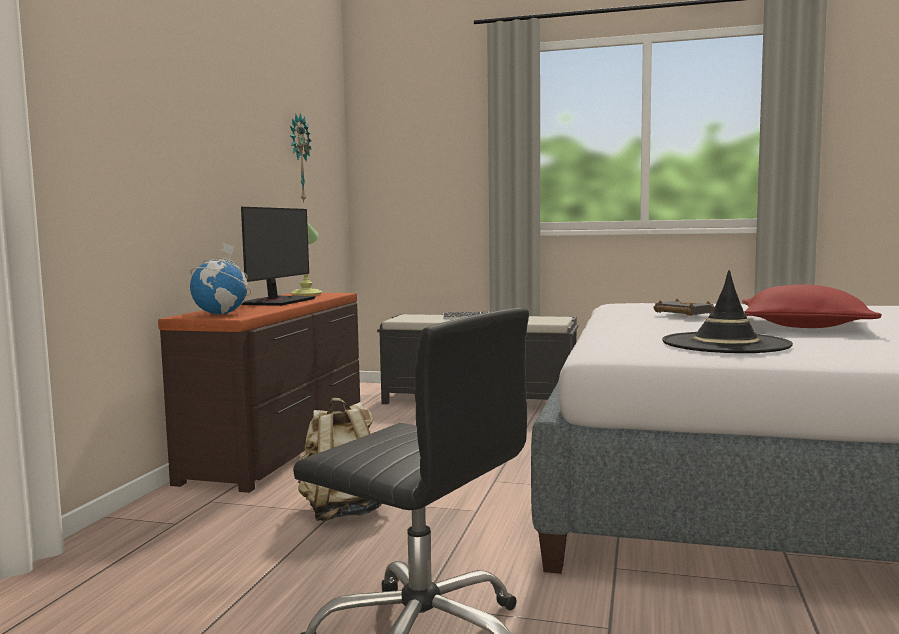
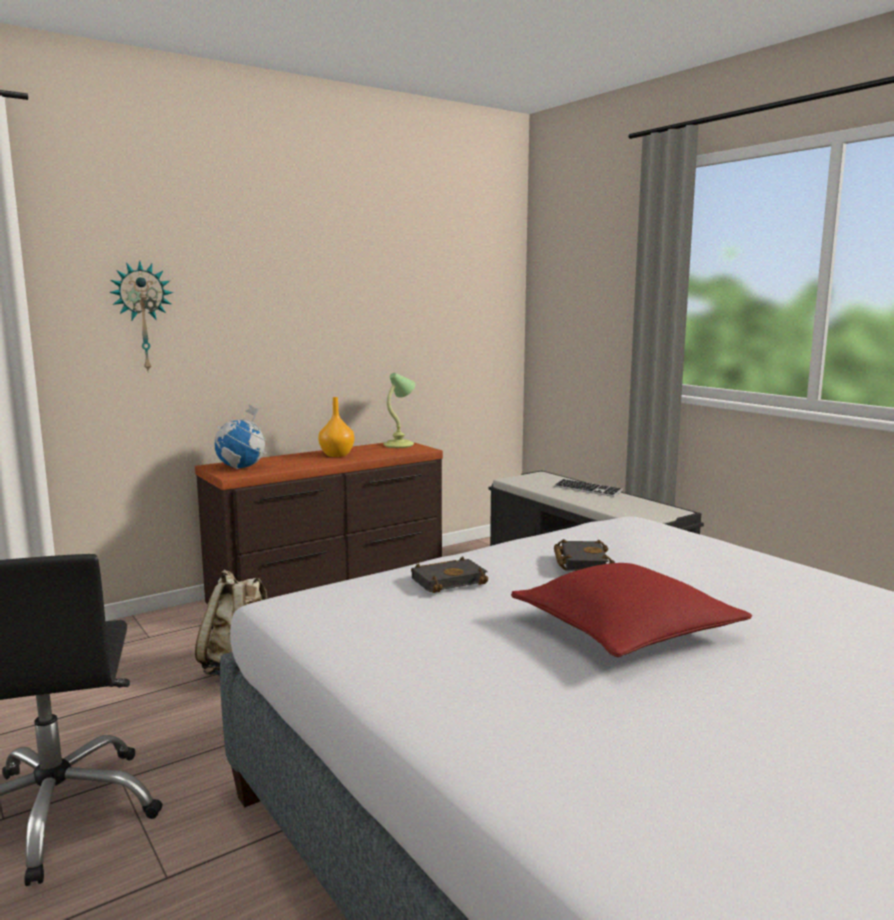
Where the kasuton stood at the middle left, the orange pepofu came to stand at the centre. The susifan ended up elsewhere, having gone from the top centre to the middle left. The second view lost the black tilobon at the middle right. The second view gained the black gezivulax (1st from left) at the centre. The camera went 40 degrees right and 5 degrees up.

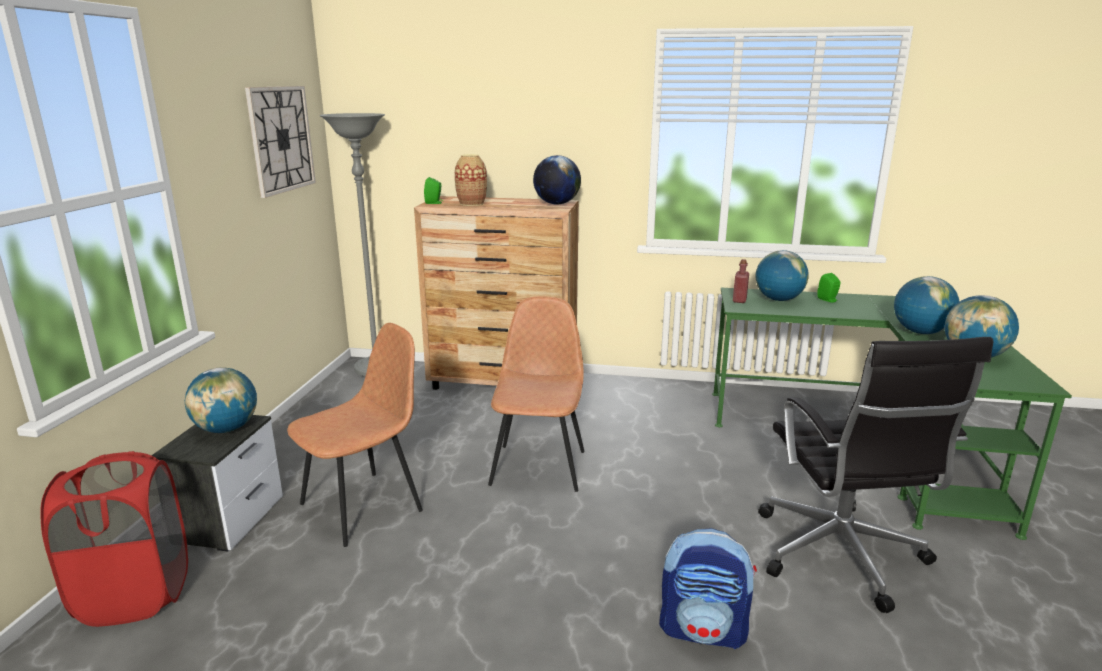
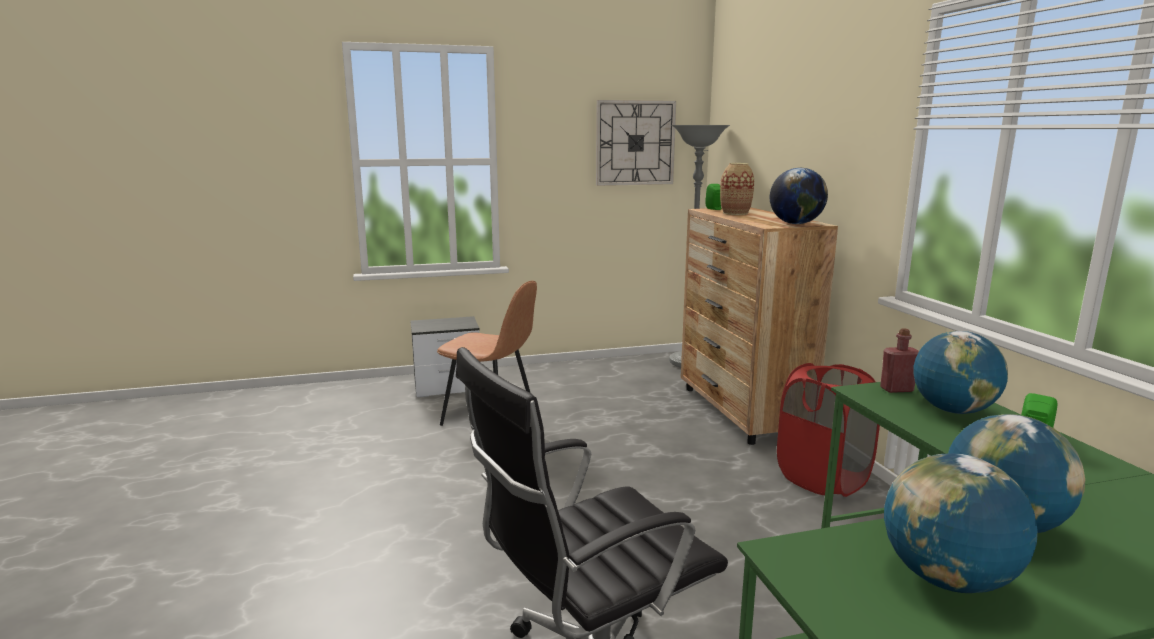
The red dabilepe ended up elsewhere, having gone from the bottom left to the bottom right. The second view lost the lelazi (1st from left) at the middle left. The second view lost the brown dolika (2nd from left) at the centre. The second view lost the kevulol at the bottom centre. The camera went 65 degrees right and 5 degrees down.

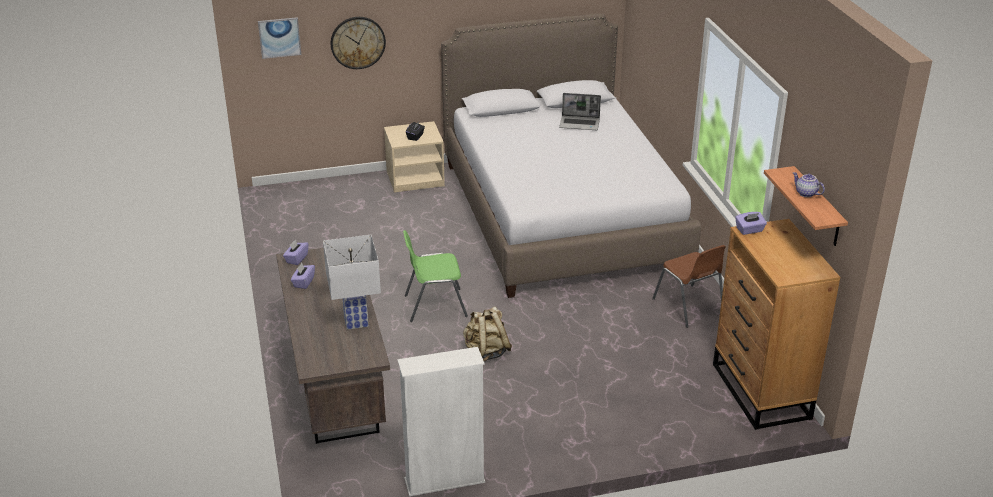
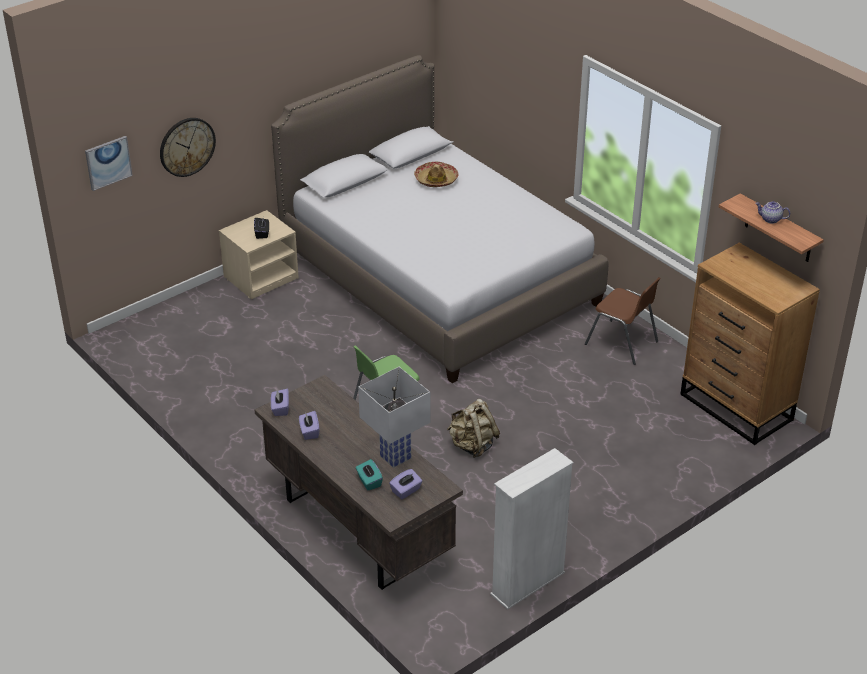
Where the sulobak stood at the top centre, the tilobon came to stand at the top centre. The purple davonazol (3rd from left) ended up elsewhere, having gone from the middle right to the bottom centre. The second view gained the turquoise davonazol at the bottom centre. The camera went 25 degrees left and 5 degrees up.

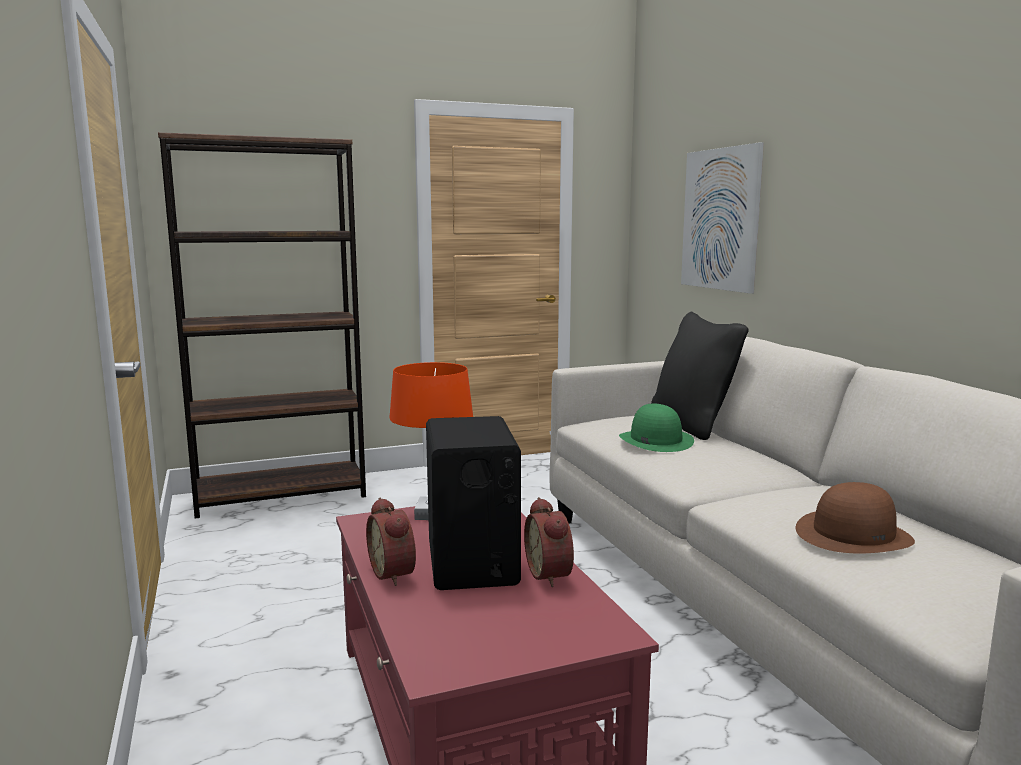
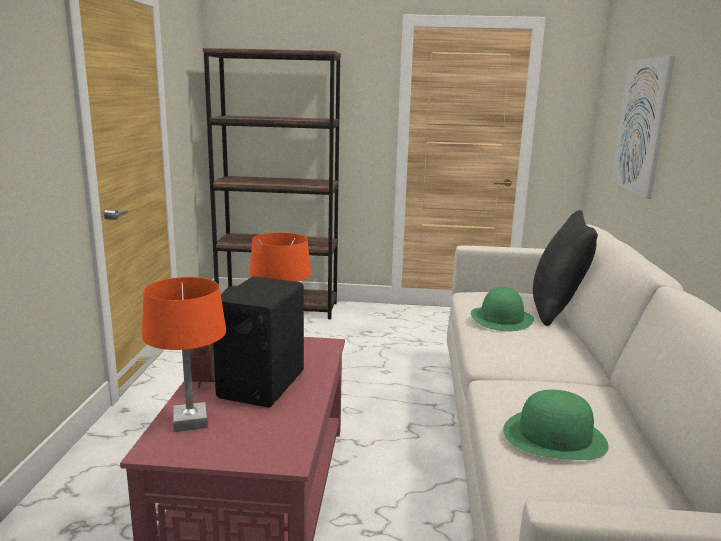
The second view lost the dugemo (2nd from left) at the bottom centre. What was the brown tilobon at the bottom right turned into the green tilobon (2nd from left) at the bottom right. The second view gained the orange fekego (1st from left) at the middle left. The camera went 25 degrees right and 5 degrees up.

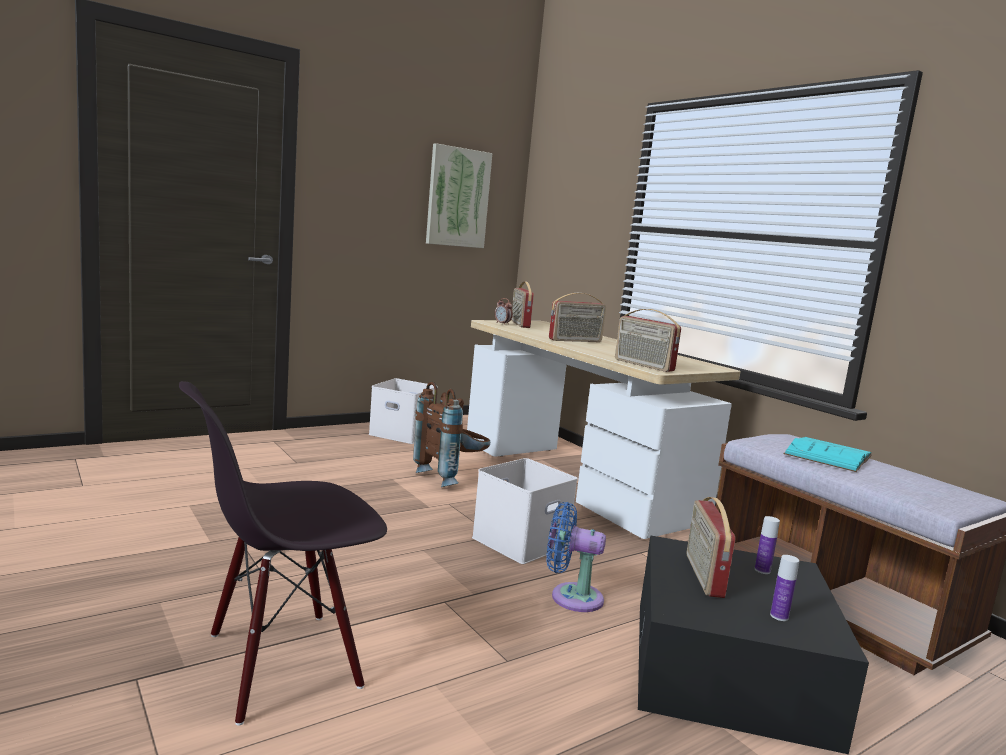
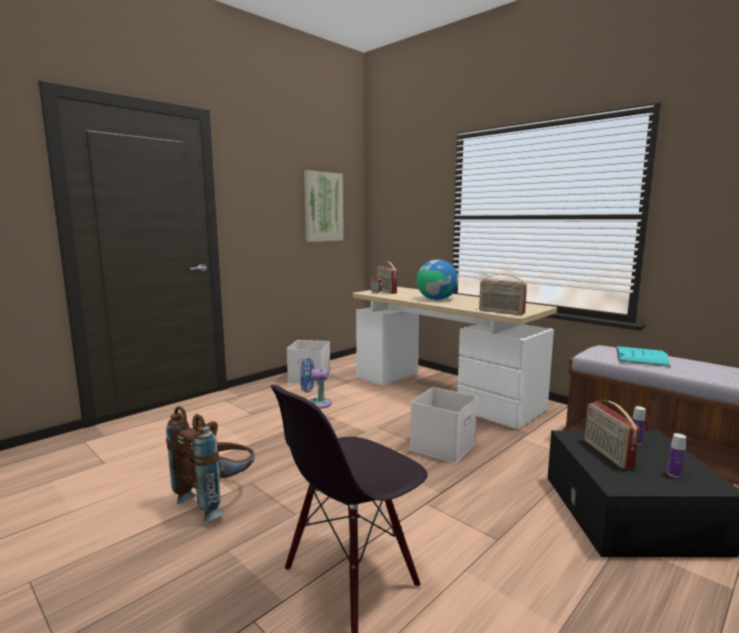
The brown kevulol ended up elsewhere, having gone from the centre to the bottom left. The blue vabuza ended up elsewhere, having gone from the bottom centre to the centre. Where the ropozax (2nd from left) stood at the centre, the lelazi came to stand at the centre. The camera went 10 degrees left and 0 degrees up.

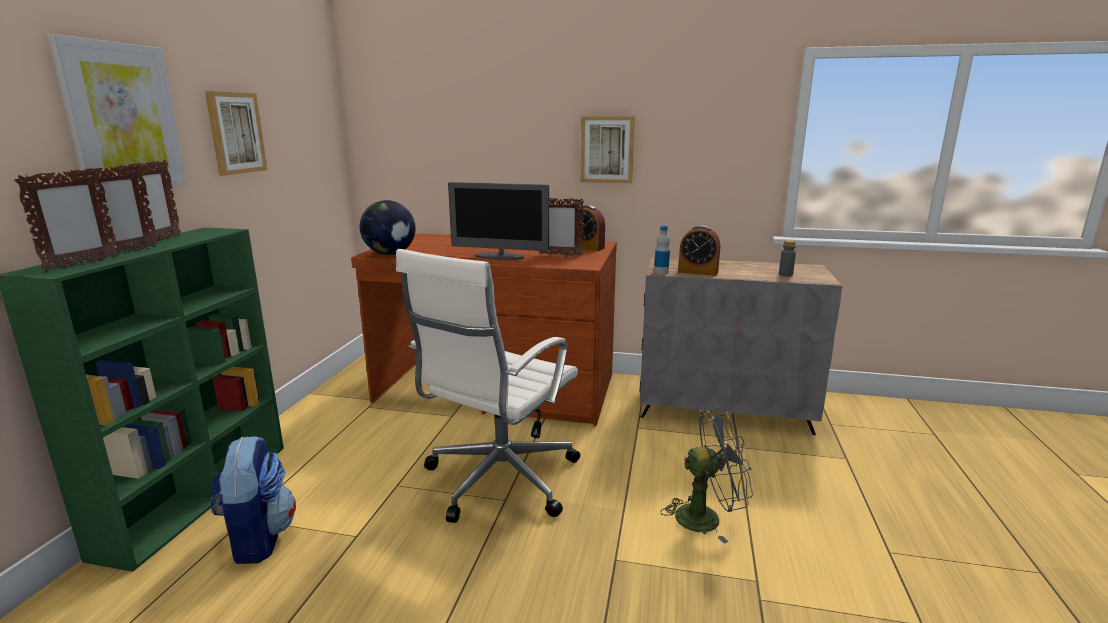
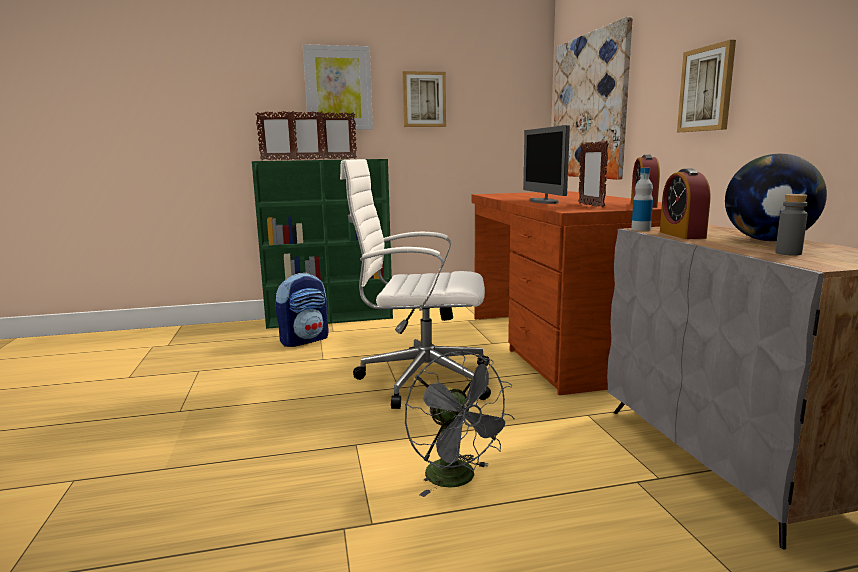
The lelazi ended up elsewhere, having gone from the centre to the middle right. The second view gained the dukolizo (3rd from left) at the top right. The camera went 65 degrees right and 5 degrees down.

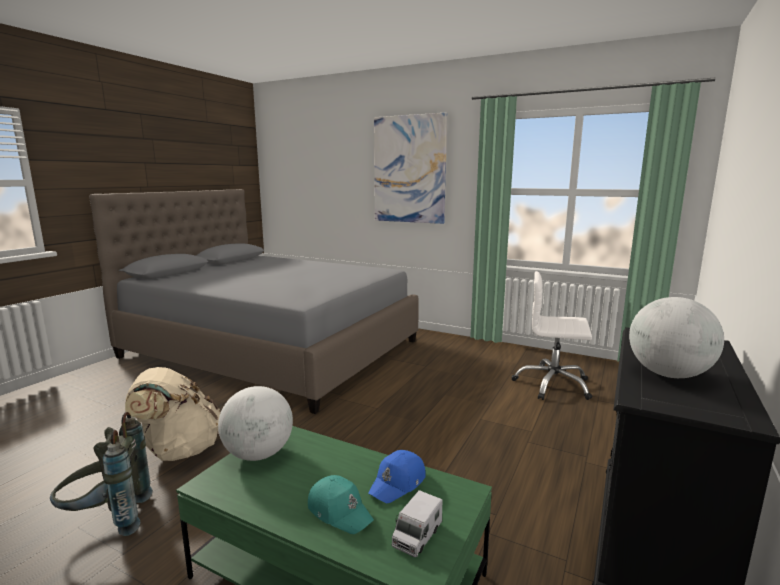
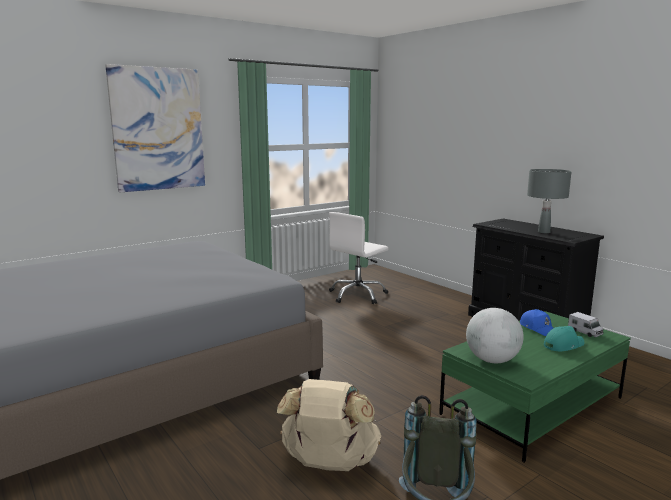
Where the lelazi (2nd from left) stood at the middle right, the grey fekego came to stand at the middle right. The camera went 65 degrees left and 0 degrees up.

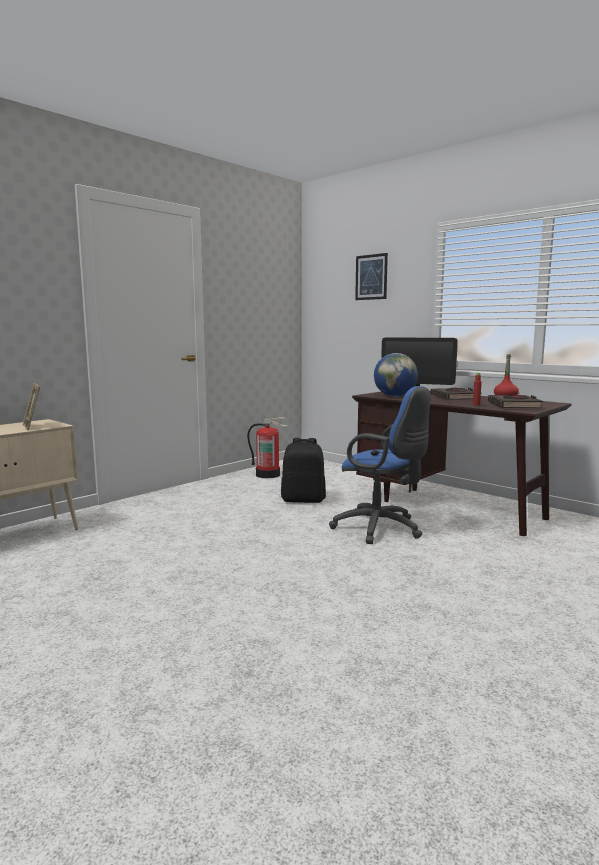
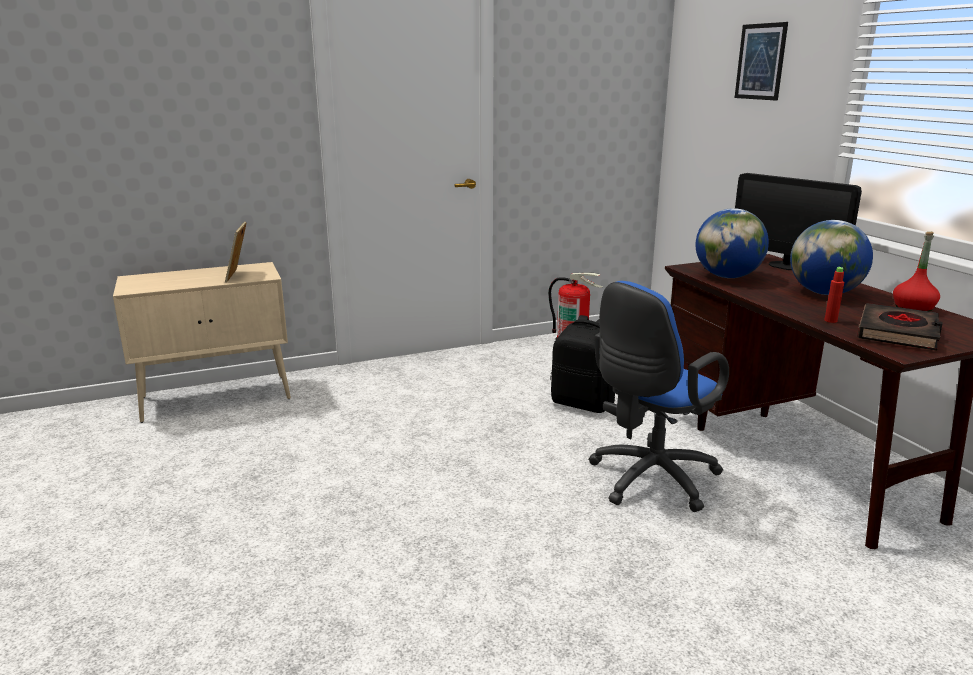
The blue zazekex at the centre ended up facing another way, 75 degrees clockwise from before. Where the black gezivulax (1st from left) stood at the middle right, the lelazi (2nd from left) came to stand at the middle right. The camera went 25 degrees right and 10 degrees up.

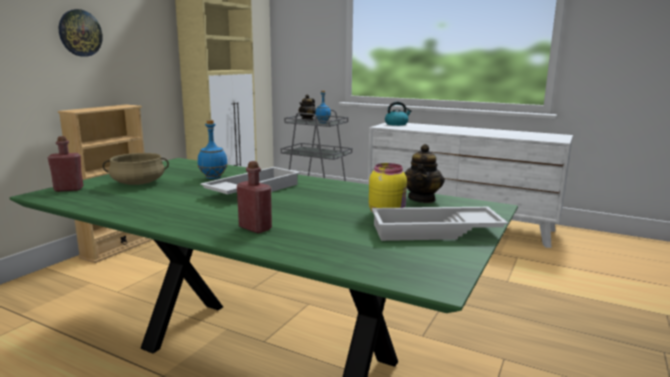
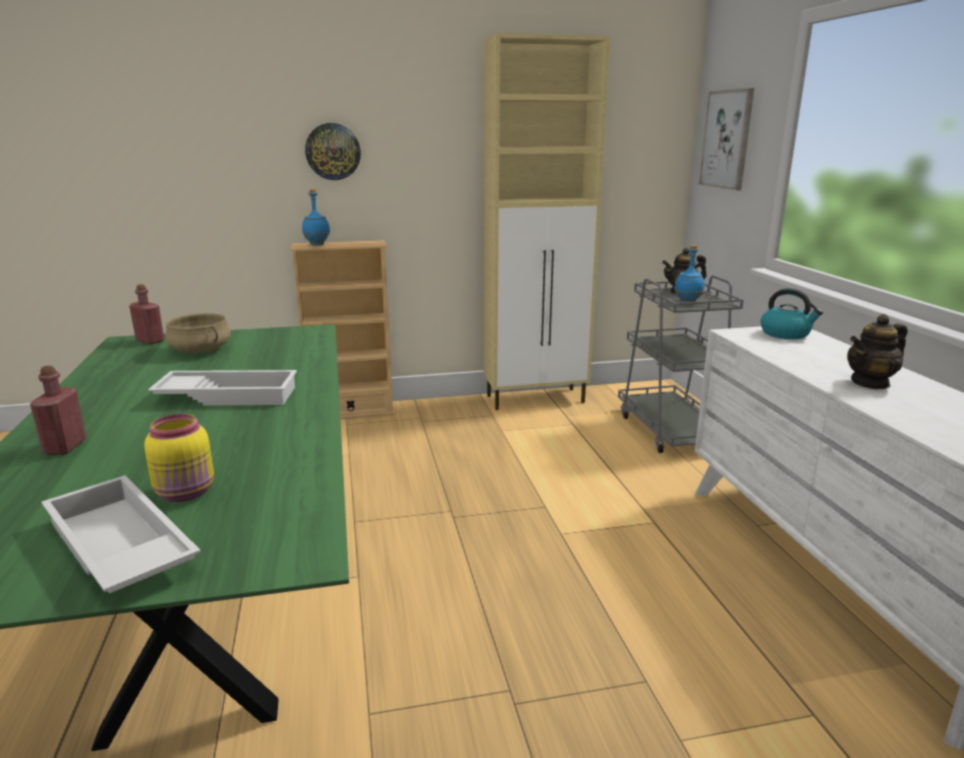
The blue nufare (1st from left) ended up elsewhere, having gone from the middle left to the top left. The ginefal (2nd from left) ended up elsewhere, having gone from the centre to the middle right. The second view gained the dukolizo at the top right. The camera went 50 degrees right and 5 degrees up.

